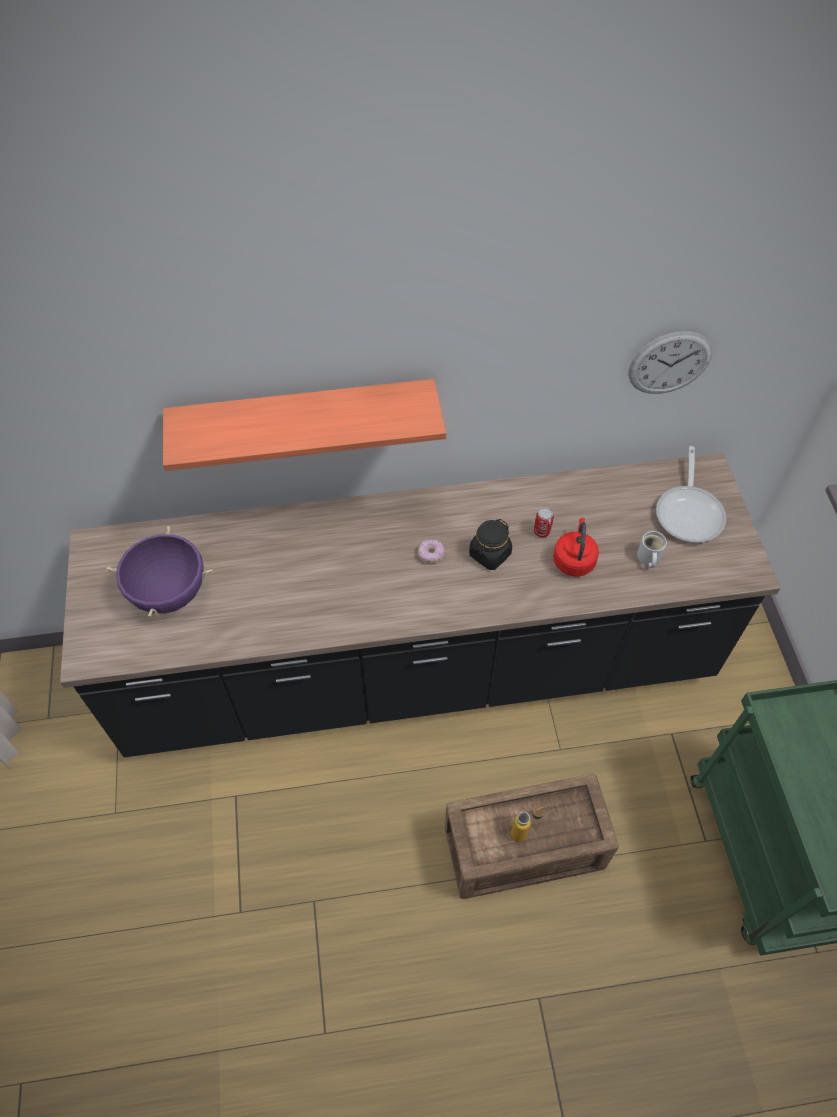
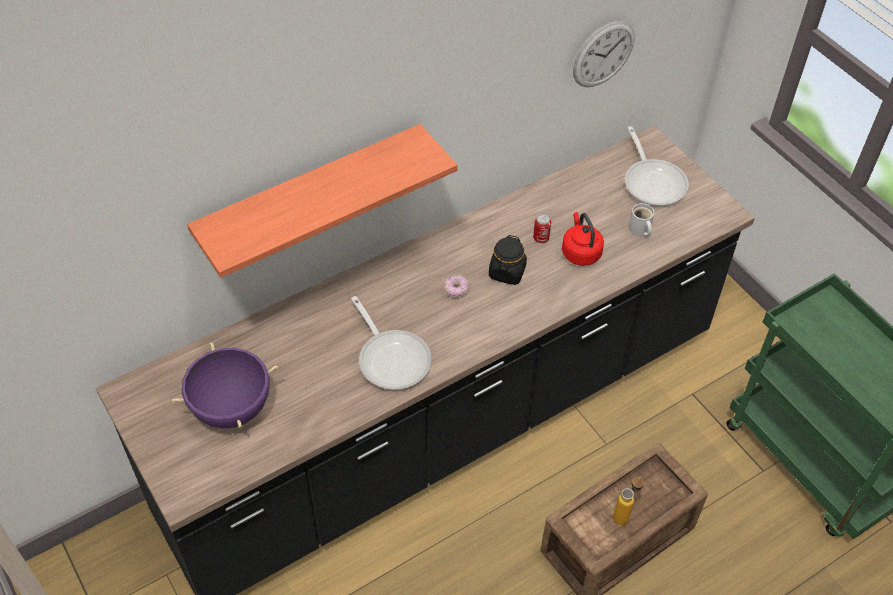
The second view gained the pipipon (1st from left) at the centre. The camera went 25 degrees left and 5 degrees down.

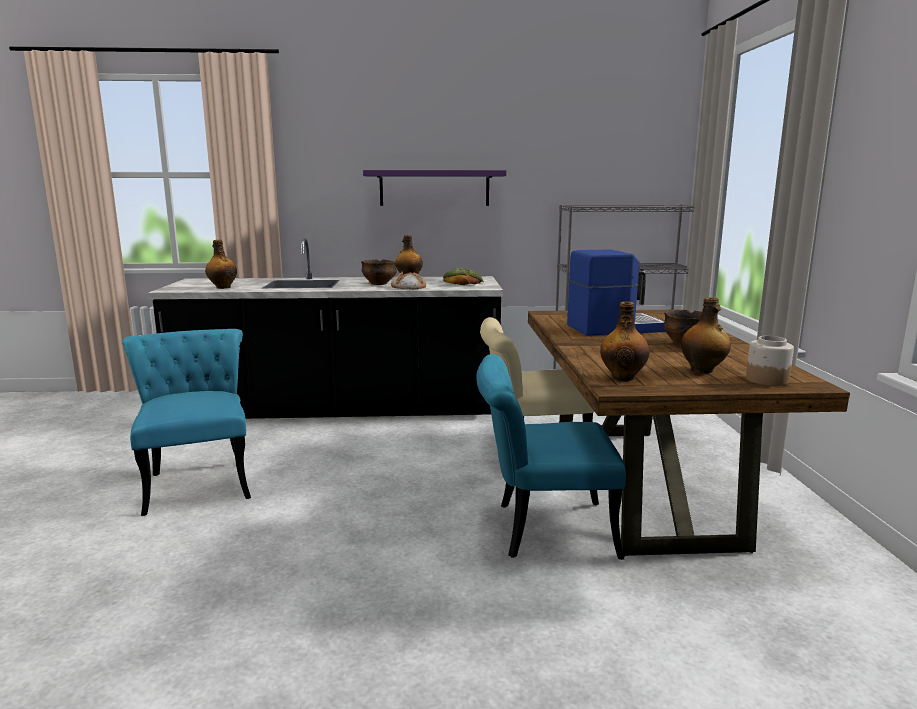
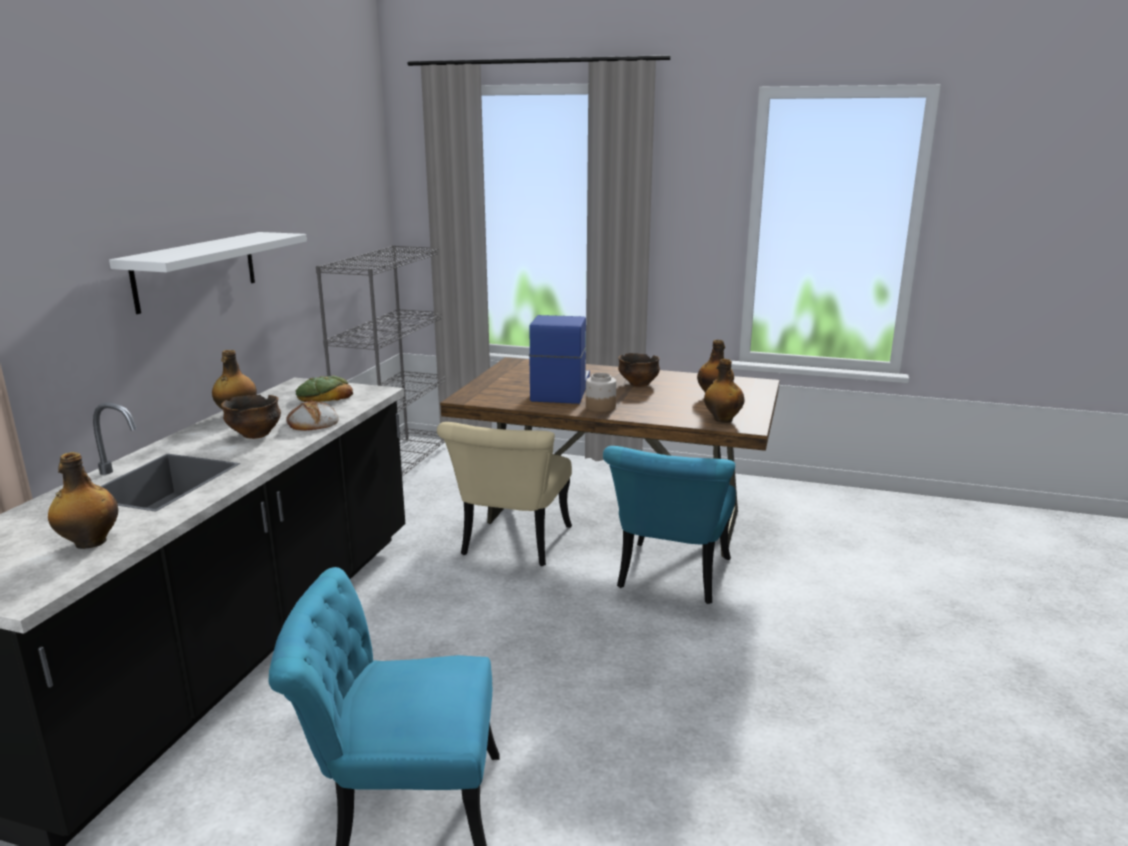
What was the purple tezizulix at the top centre turned into the white tezizulix at the top left. The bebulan ended up elsewhere, having gone from the middle right to the centre. The camera went 70 degrees left and 5 degrees up.

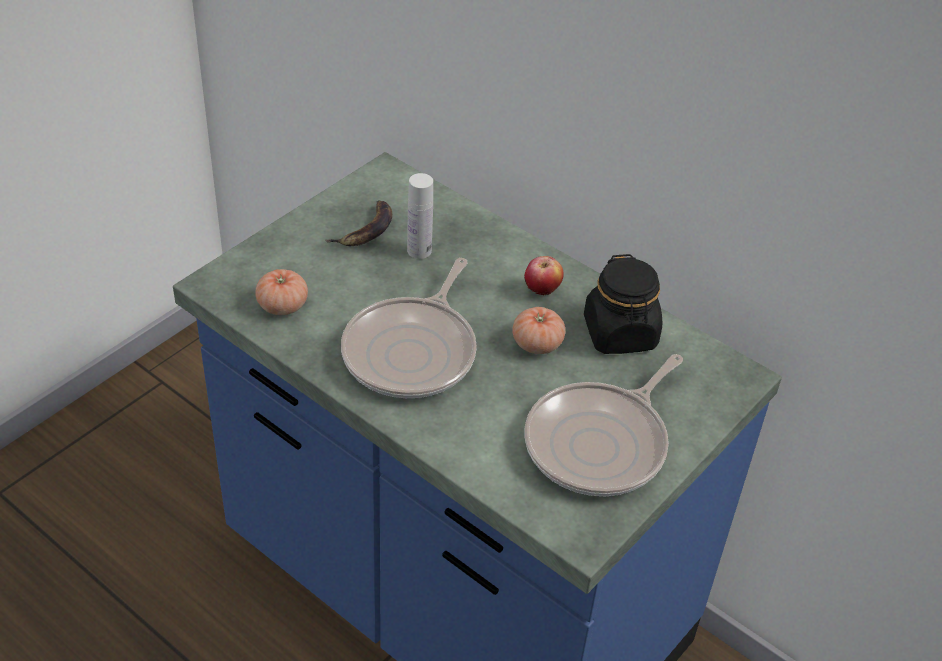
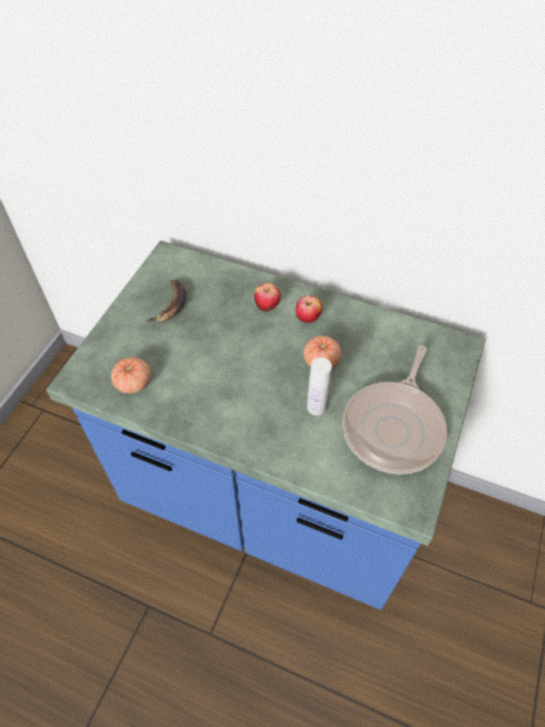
The second view lost the pipipon (1st from left) at the centre. The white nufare ended up elsewhere, having gone from the top centre to the centre. The second view lost the black bebulan at the centre. The second view gained the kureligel (1st from left) at the centre. The camera went 15 degrees left and 10 degrees up.

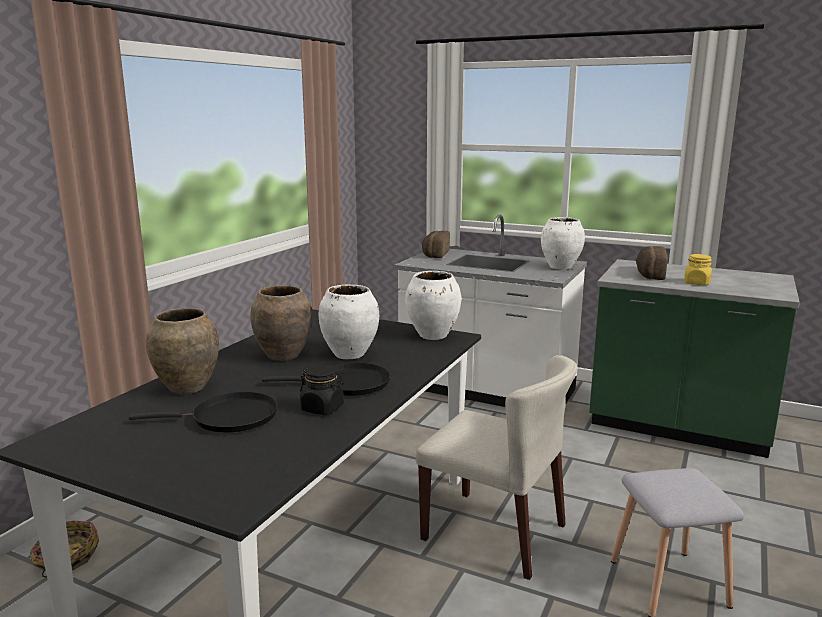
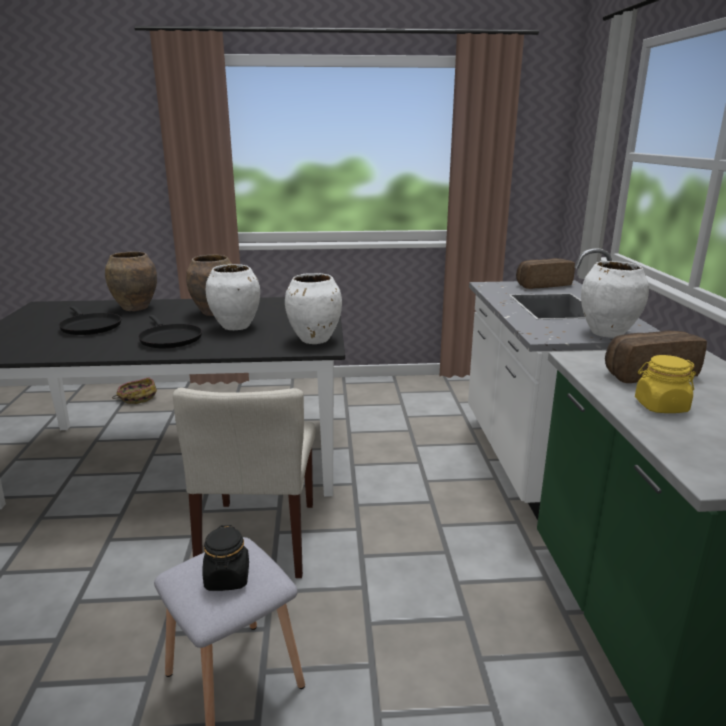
The black bebulan ended up elsewhere, having gone from the centre to the bottom left. The camera went 60 degrees right and 5 degrees up.

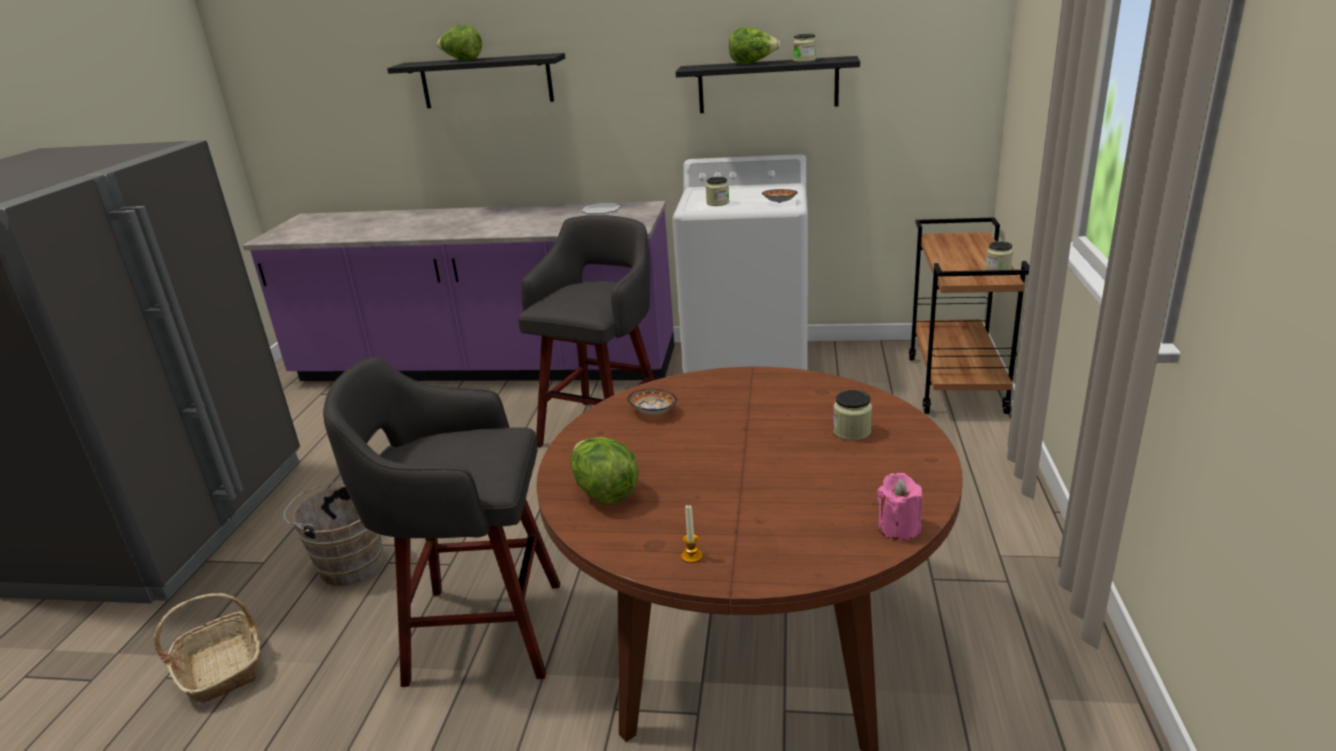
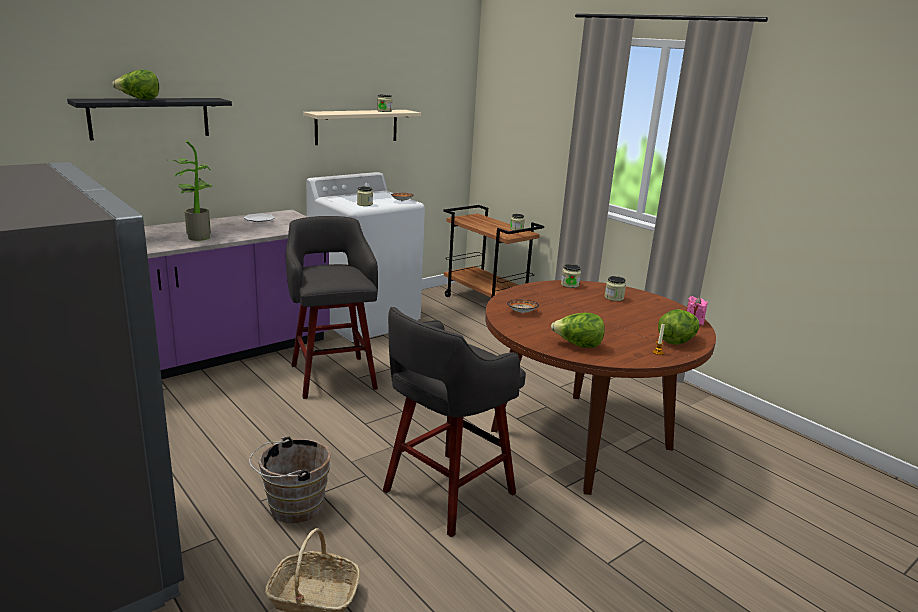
What was the black tezizulix (2nd from left) at the top centre turned into the beige tezizulix at the top centre. The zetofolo (3rd from left) ended up elsewhere, having gone from the top centre to the middle right. The second view gained the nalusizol at the top left. The second view gained the bebulan (4th from left) at the centre. The camera went 50 degrees left and 5 degrees down.

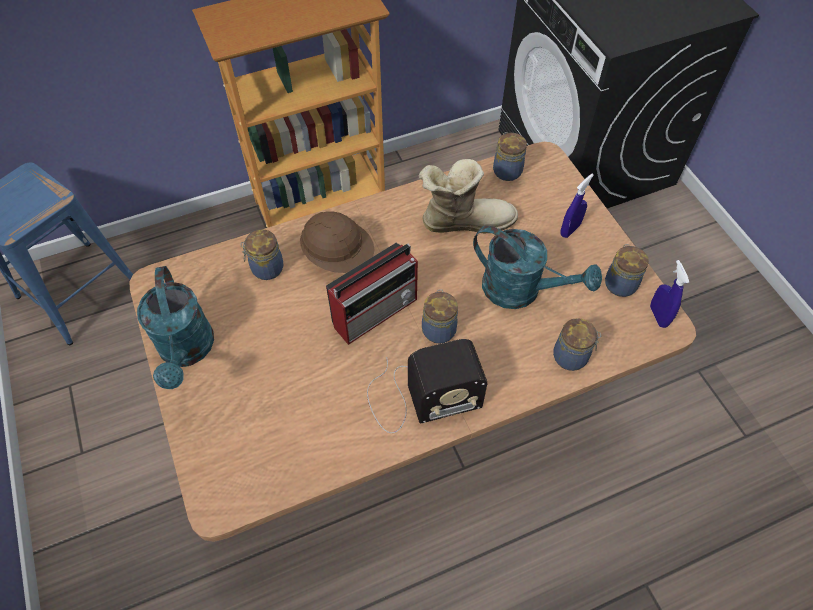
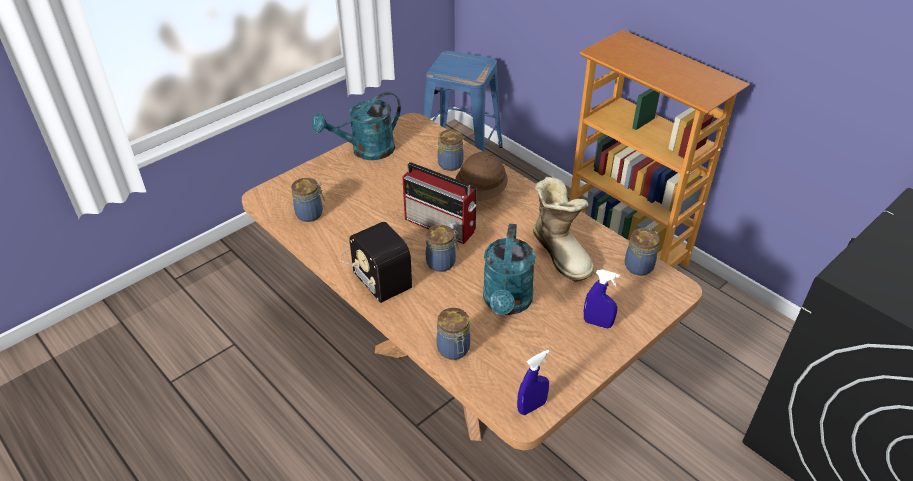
The bebulan (5th from left in the first image) ended up elsewhere, having gone from the middle right to the centre. The camera went 70 degrees right and 15 degrees down.

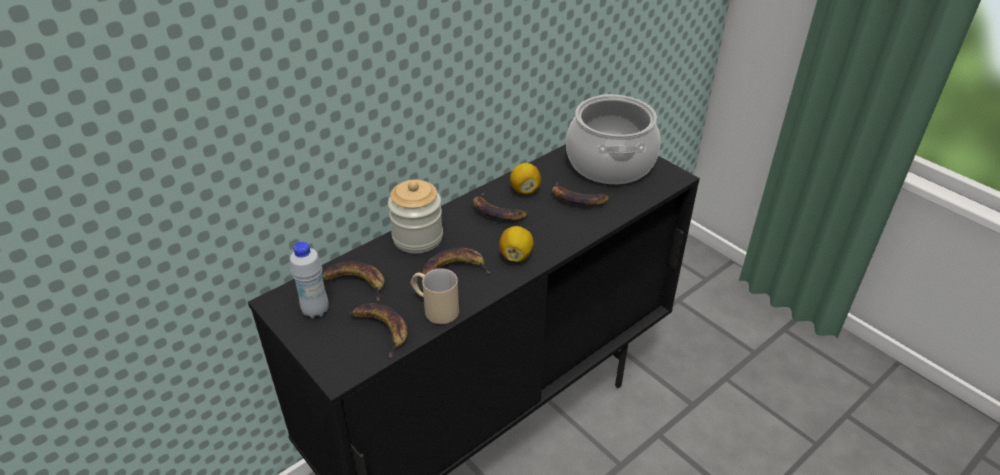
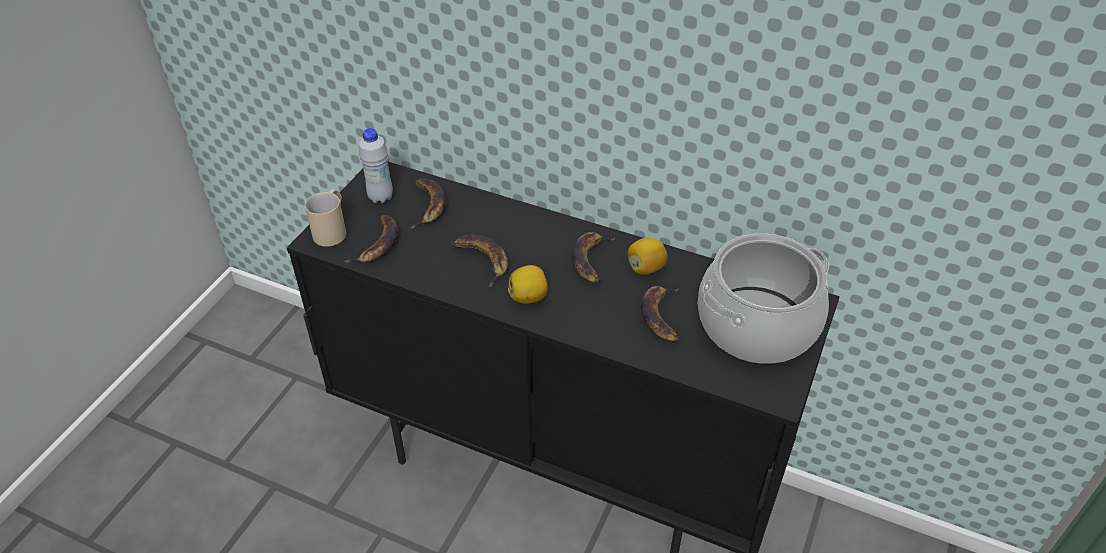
The second view lost the bebulan at the centre. The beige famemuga ended up elsewhere, having gone from the centre to the middle left. The camera went 65 degrees right and 5 degrees up.

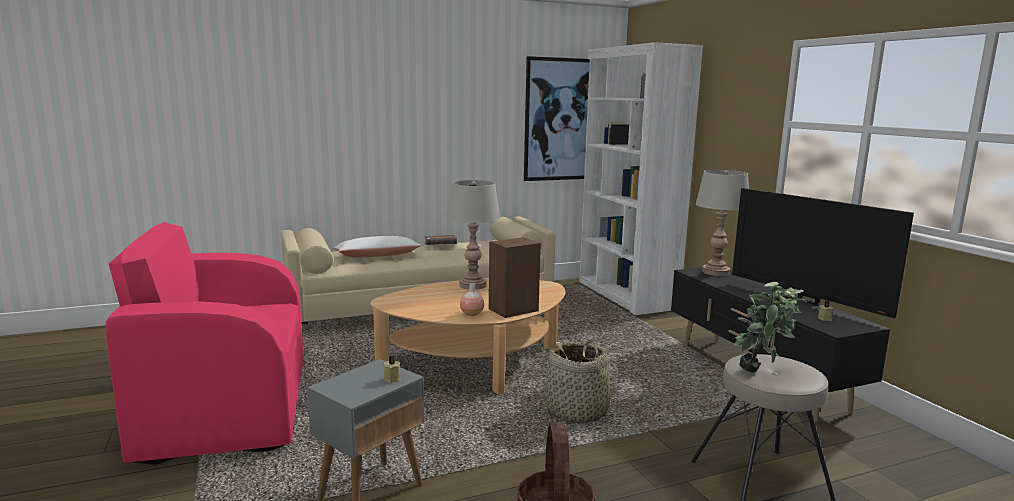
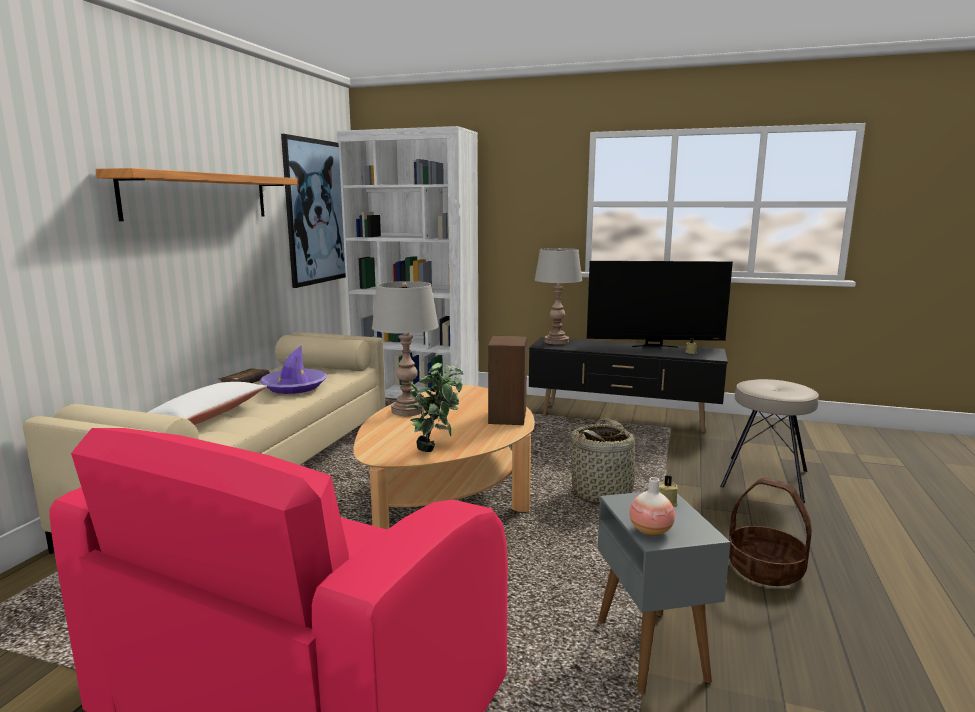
The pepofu ended up elsewhere, having gone from the centre to the bottom right. The nalusizol ended up elsewhere, having gone from the middle right to the centre. The second view gained the tezizulix at the top left. The second view gained the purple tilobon at the middle left. The camera went 50 degrees left and 0 degrees up.

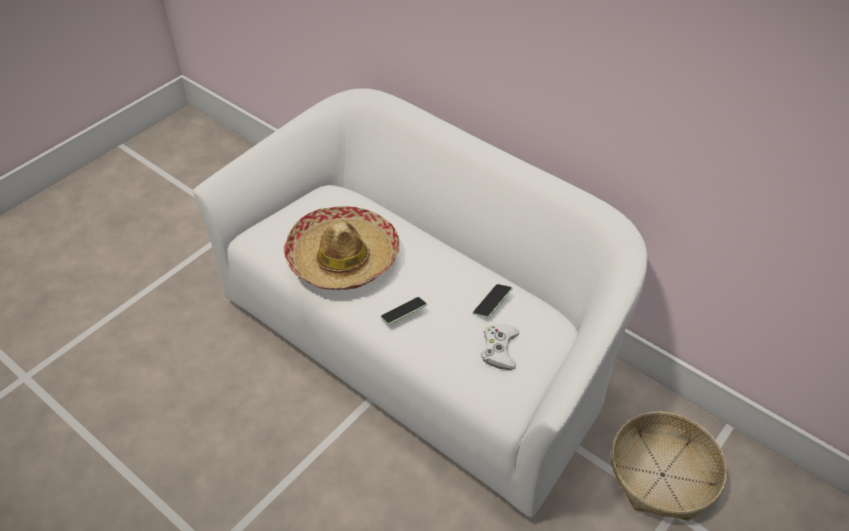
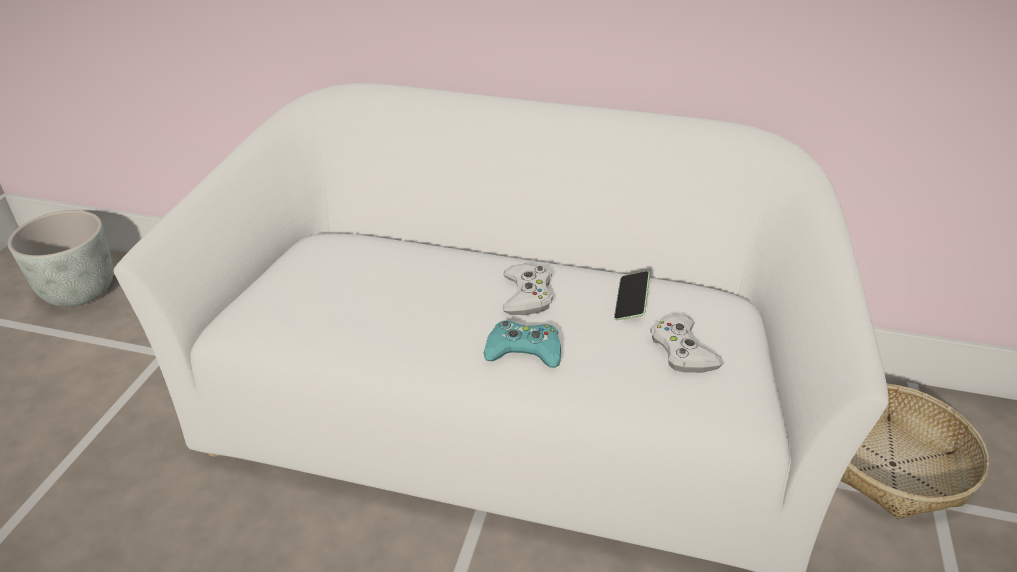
The second view lost the tilobon at the centre. Where the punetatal (1st from left) stood at the centre, the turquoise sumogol came to stand at the centre. The second view gained the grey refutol at the middle left. The second view gained the white sumogol (1st from left) at the centre. The camera went 25 degrees left and 10 degrees down.

